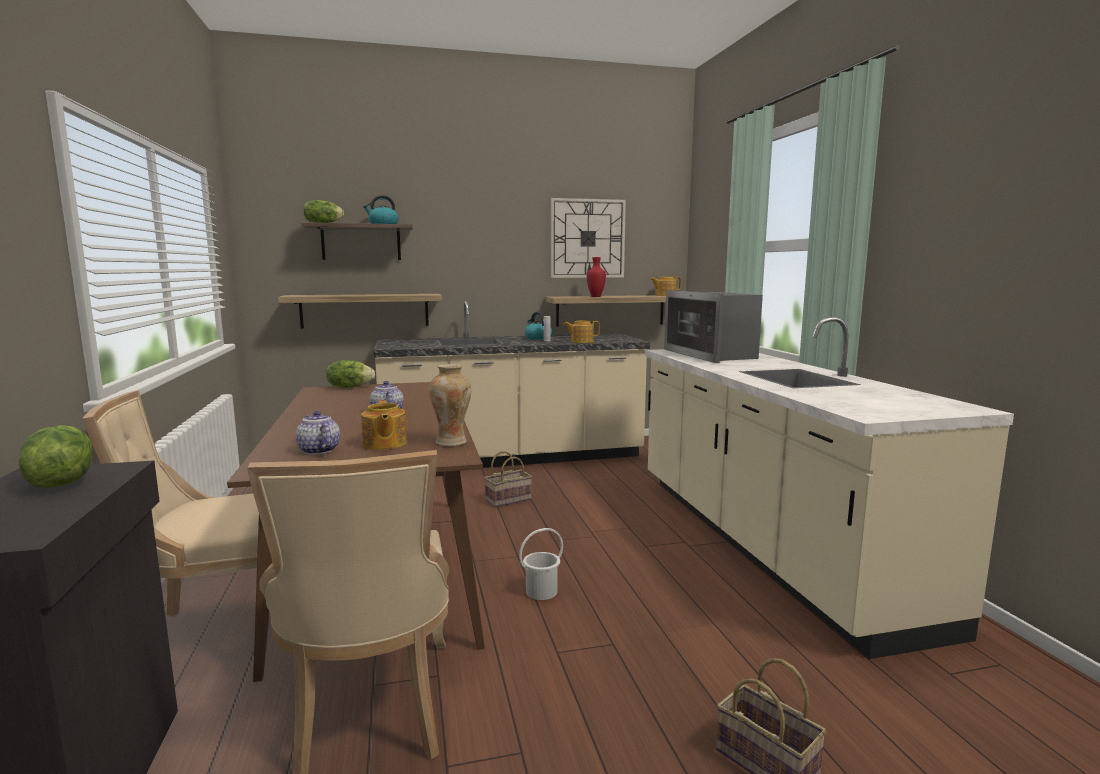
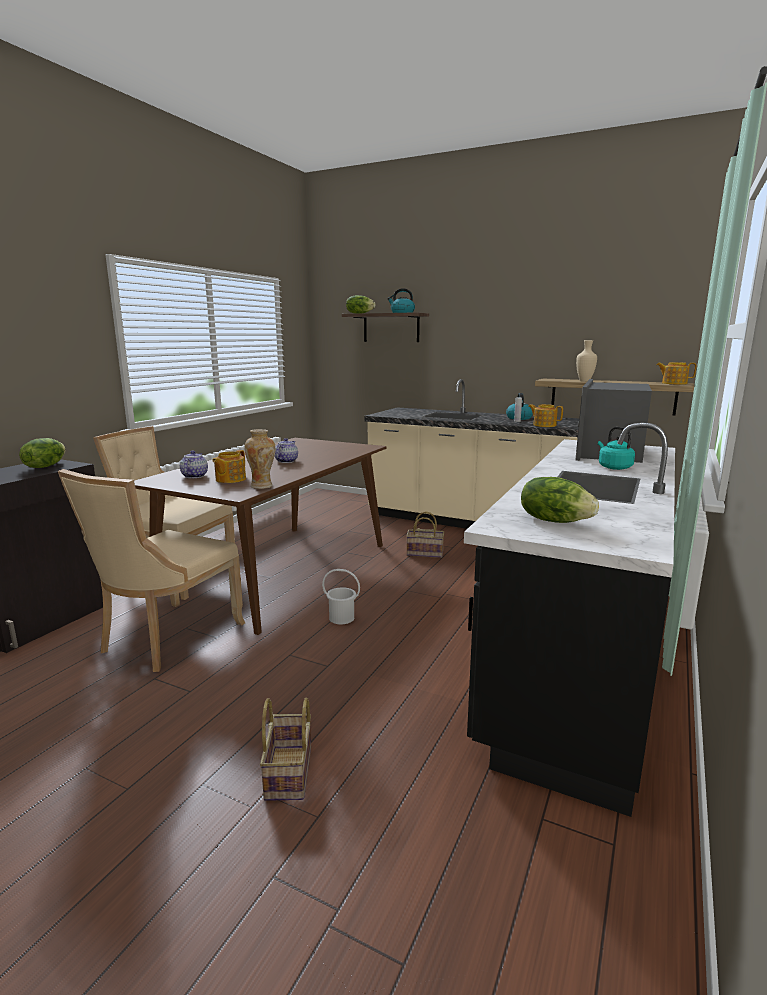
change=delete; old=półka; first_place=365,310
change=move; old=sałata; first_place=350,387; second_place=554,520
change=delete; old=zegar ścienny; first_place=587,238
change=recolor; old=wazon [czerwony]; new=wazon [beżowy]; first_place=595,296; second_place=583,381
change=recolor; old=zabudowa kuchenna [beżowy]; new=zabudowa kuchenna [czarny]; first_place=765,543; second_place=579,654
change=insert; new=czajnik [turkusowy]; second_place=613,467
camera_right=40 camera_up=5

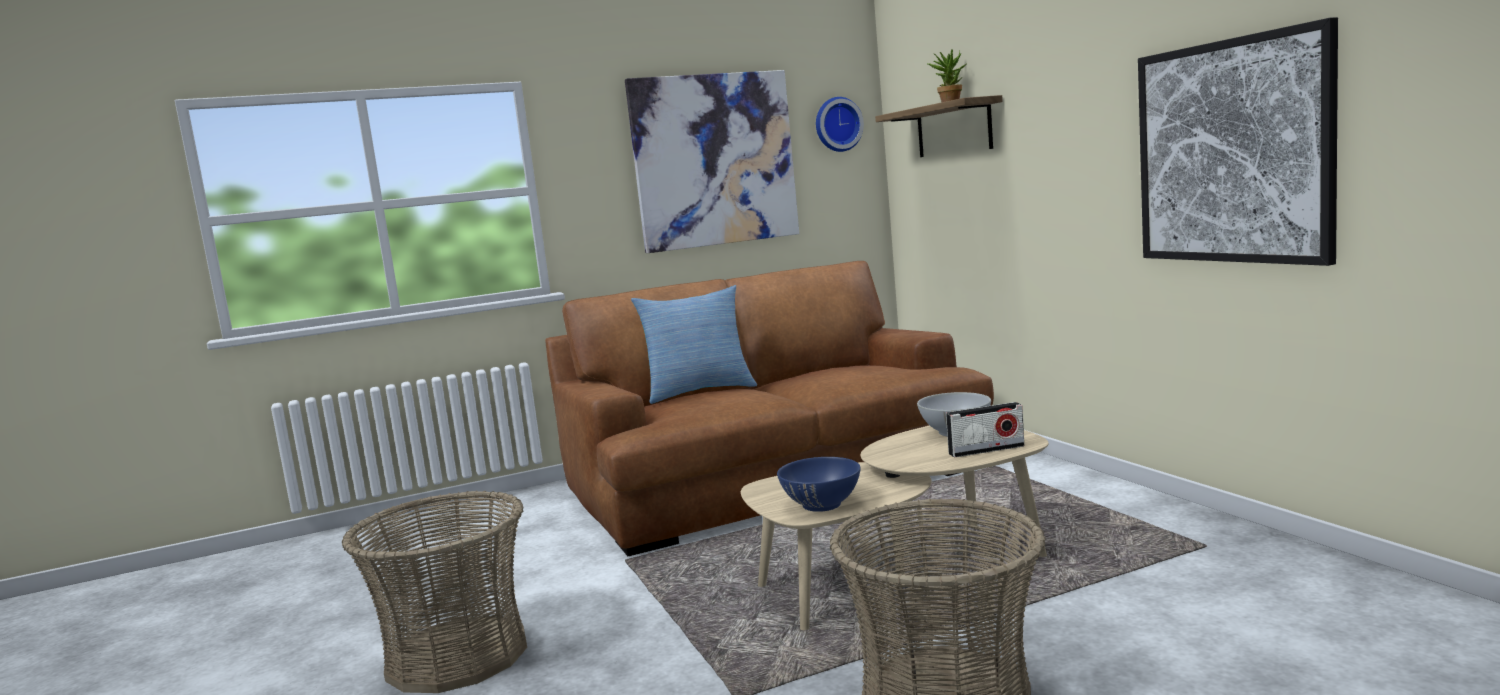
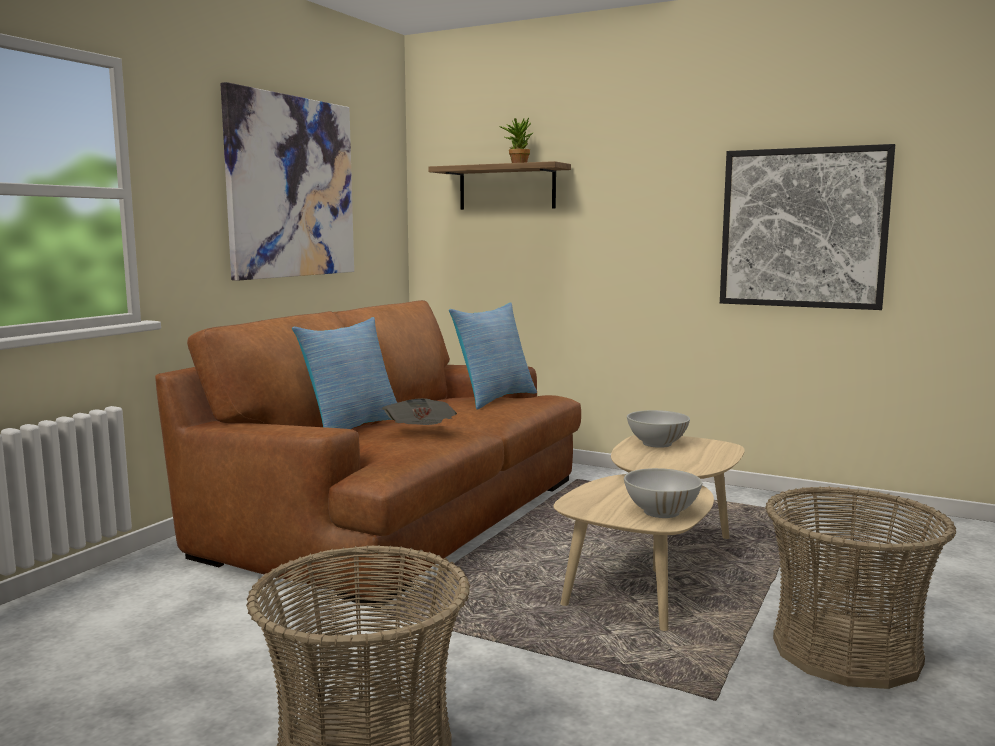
change=recolor; old=miska [niebieski]; new=miska [biały]; first_place=822,504; second_place=661,512
change=delete; old=zegar ścienny; first_place=837,124
change=delete; old=radio; first_place=986,450
change=insert; new=gazeta; second_place=421,433
change=insert; new=poduszka; second_place=493,399
camera_right=-40 camera_up=0

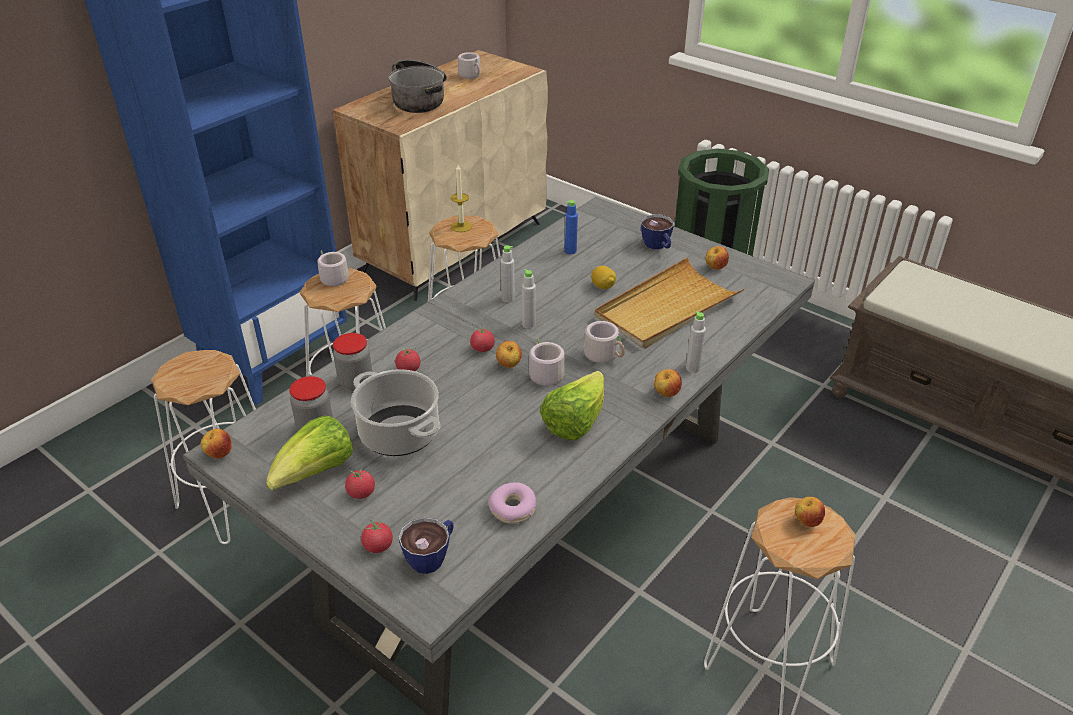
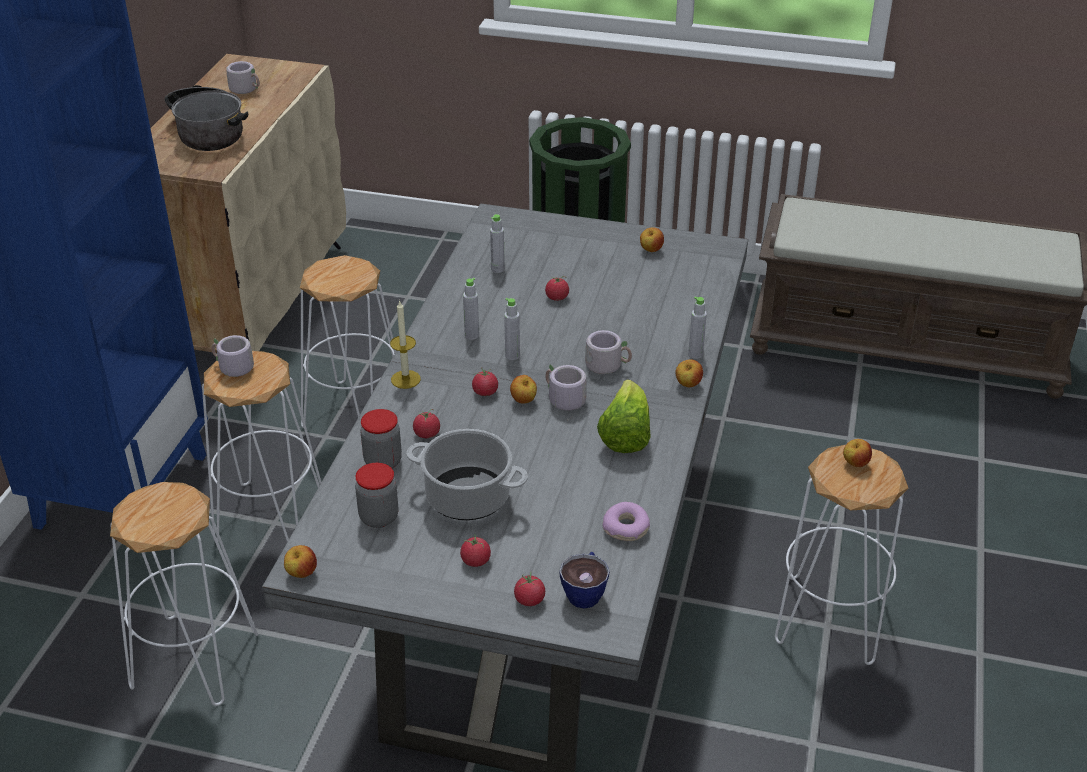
change=delete; old=sałata; first_place=316,473
change=move; old=świeca; first_place=461,226; second_place=405,379
change=recolor; old=butelka [niebieski]; new=butelka [szary]; first_place=570,251; second_place=497,269
change=replace; old=cytryna; new=pomidor; first_place=603,286; second_place=557,297
change=delete; old=taca [beżowy]; first_place=666,308
change=delete; old=filiżanka; first_place=658,246
camera_right=-25 camera_up=0

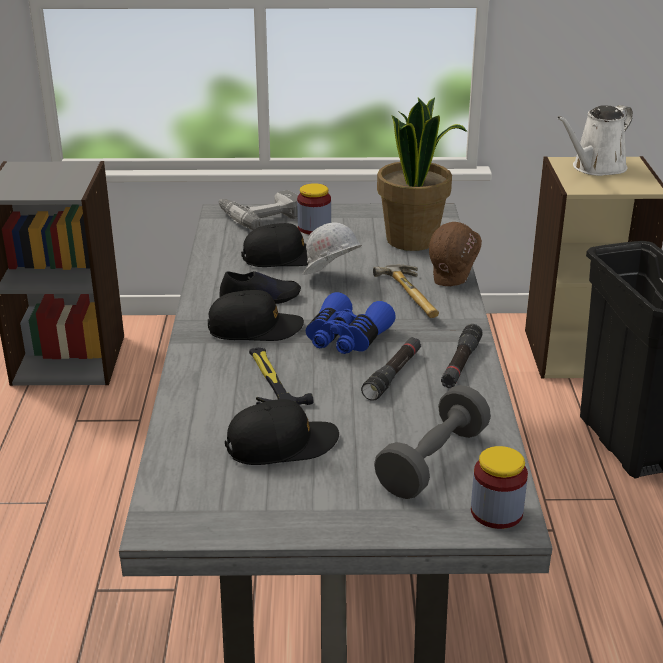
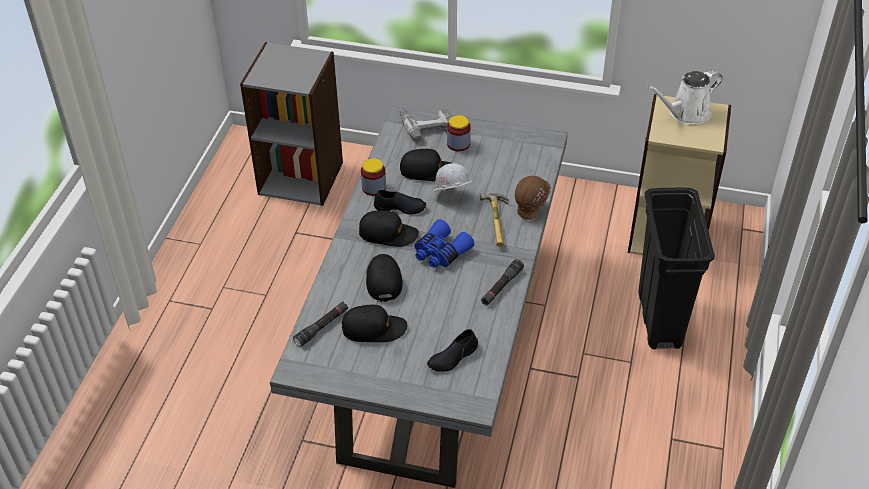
change=replace; old=młotek; new=czapka z daszkiem [czarny]; first_place=271,381; second_place=383,280
change=move; old=latarka [czarny]; first_place=393,375; second_place=322,327
change=replace; old=hantel [szary]; new=but [czarny]; first_place=432,461; second_place=453,357
change=delete; old=roślina doniczkowa; first_place=413,240
change=move; old=słoik; first_place=496,512; second_place=374,188
camera_right=15 camera_up=15

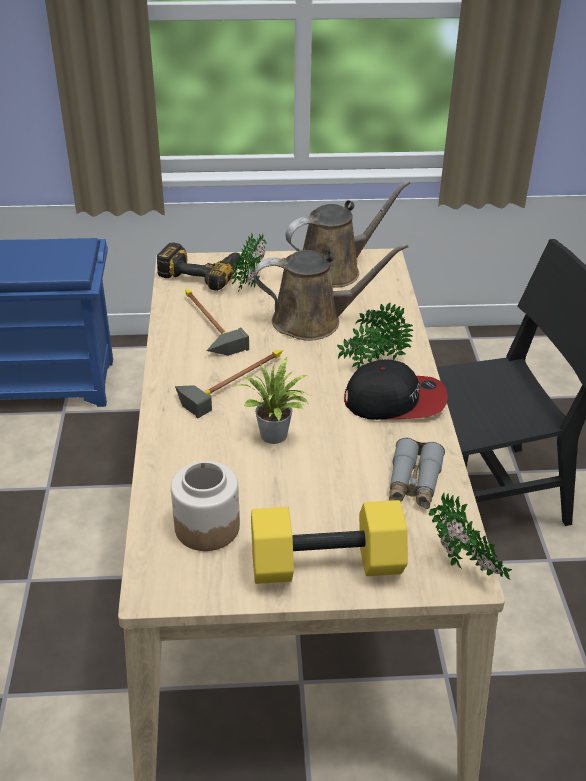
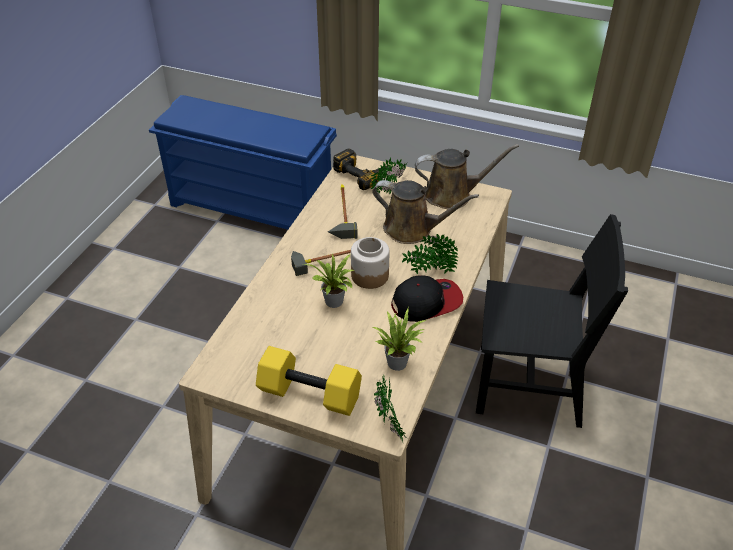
change=move; old=słoik; first_place=207,526; second_place=370,275
change=rotate; old=czapka z daszkiem; first_place=395,400; second_place=427,302; degrees=-45
change=replace; old=lornetka [szary]; new=roślina doniczkowa; first_place=414,483; second_place=398,361
camera_right=25 camera_up=5

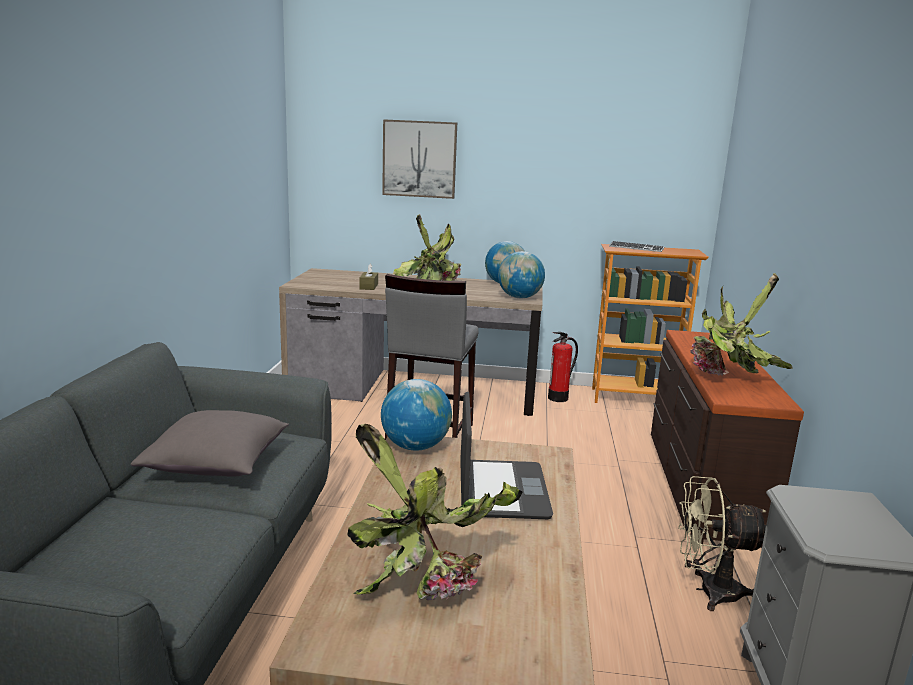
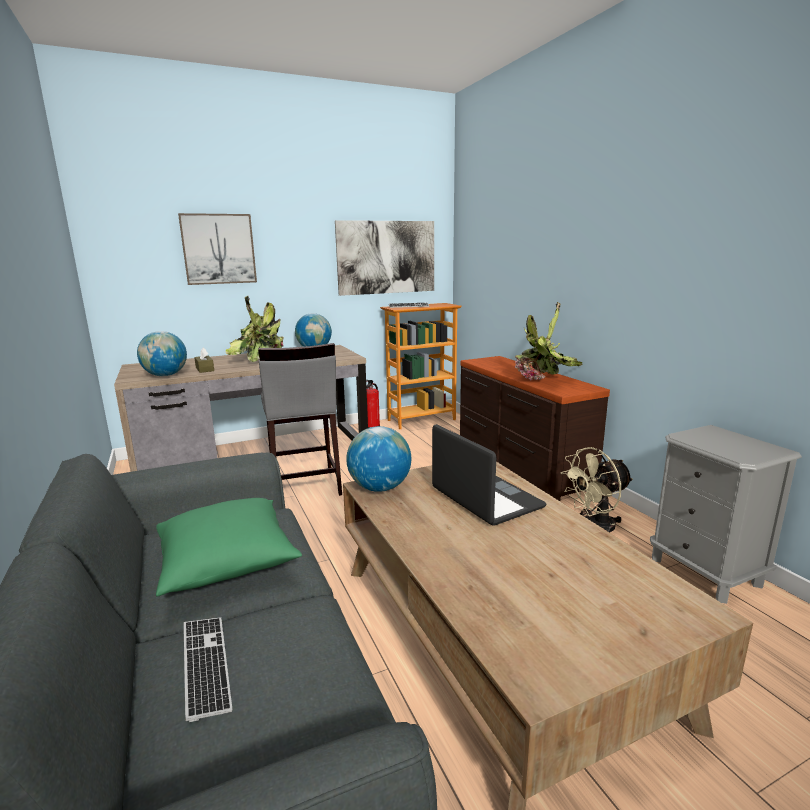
change=recolor; old=poduszka [szary]; new=poduszka [zielony]; first_place=218,465; second_place=228,564
change=delete; old=roślina doniczkowa; first_place=429,580
change=move; old=globus; first_place=519,297; second_place=165,375
change=insert; new=klawiatura; second_place=206,666
change=insert; new=obraz; second_place=386,257
camera_right=-30 camera_up=0

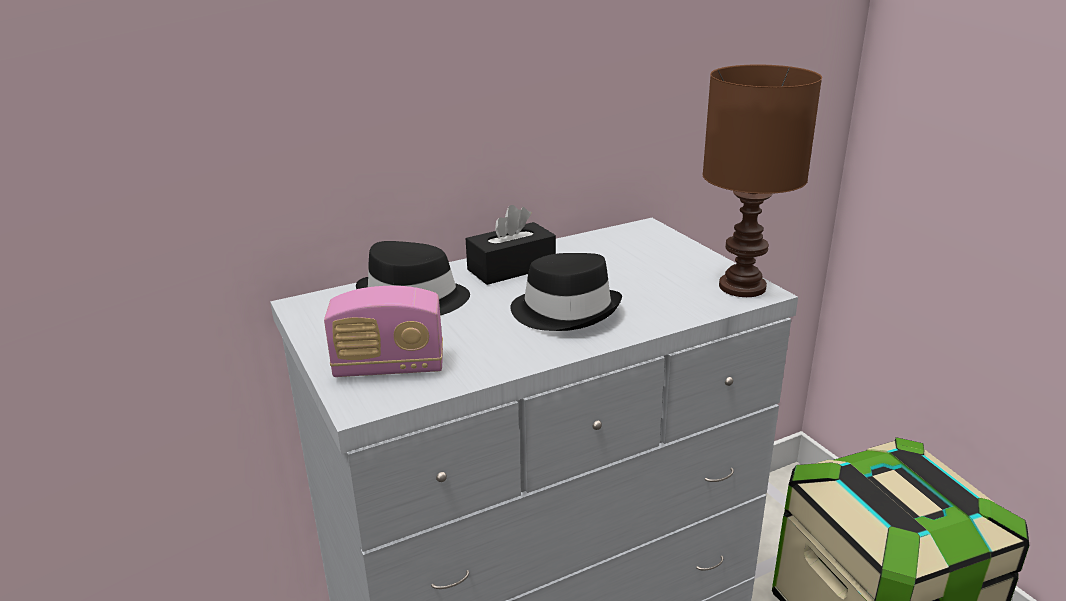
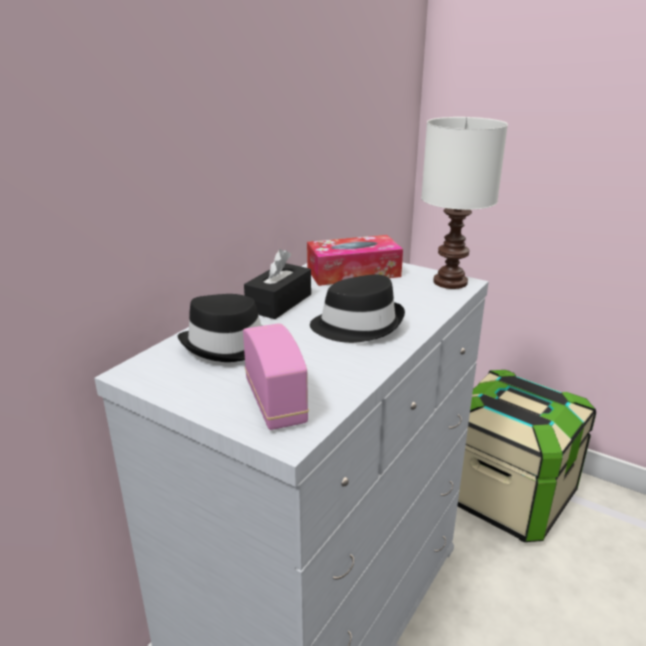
change=rotate; old=radio; first_place=389,367; second_place=275,402; degrees=-75
change=recolor; old=lampa stołowa [brązowy]; new=lampa stołowa [biały]; first_place=744,286; second_place=451,281
change=insert; new=pudełko chusteczek; second_place=353,273
camera_right=-30 camera_up=0

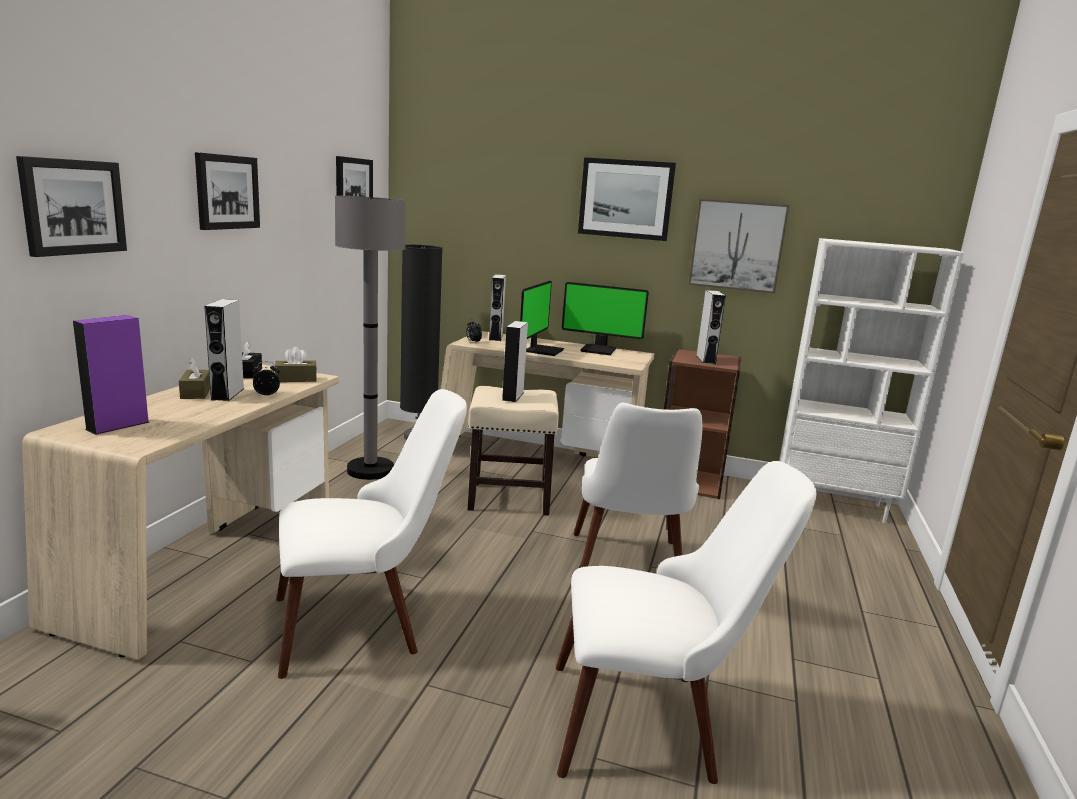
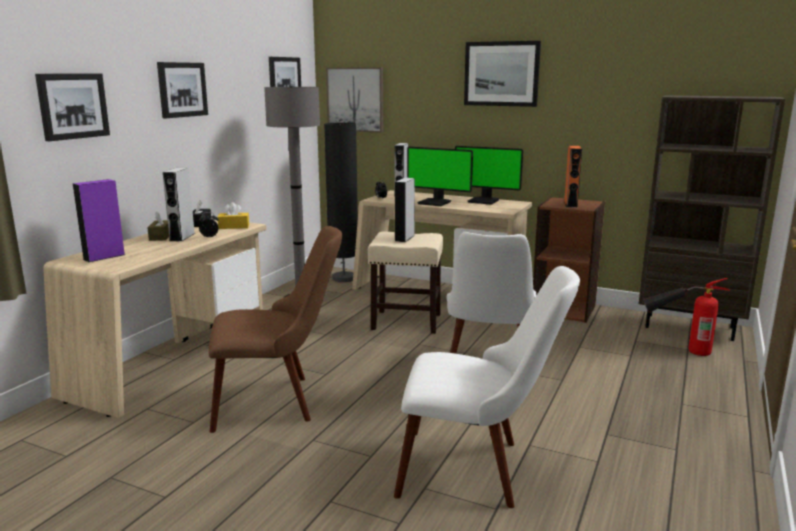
change=recolor; old=pudełko chusteczek [brązowy]; new=pudełko chusteczek [żółty]; first_place=296,379; second_place=234,226
change=recolor; old=krzesło [biały]; new=krzesło [brązowy]; first_place=367,621; second_place=278,400
change=rotate; old=monitor; first_place=542,350; second_place=435,202; degrees=90
change=move; old=obraz; first_place=737,245; second_place=355,99
change=recolor; old=głośnik [szary]; new=głośnik [pomarańczowy]; first_place=705,360; second_place=570,204
change=recolor; old=regał [biały]; new=regał [brązowy]; first_place=833,505; second_place=690,327
change=insert; new=gaśnica; second_place=678,349
camera_right=10 camera_up=0

